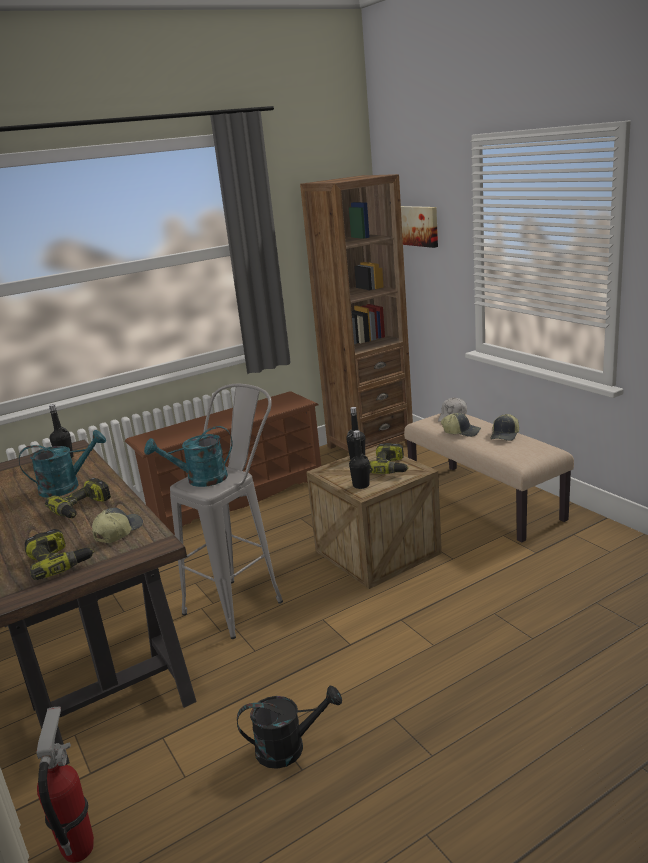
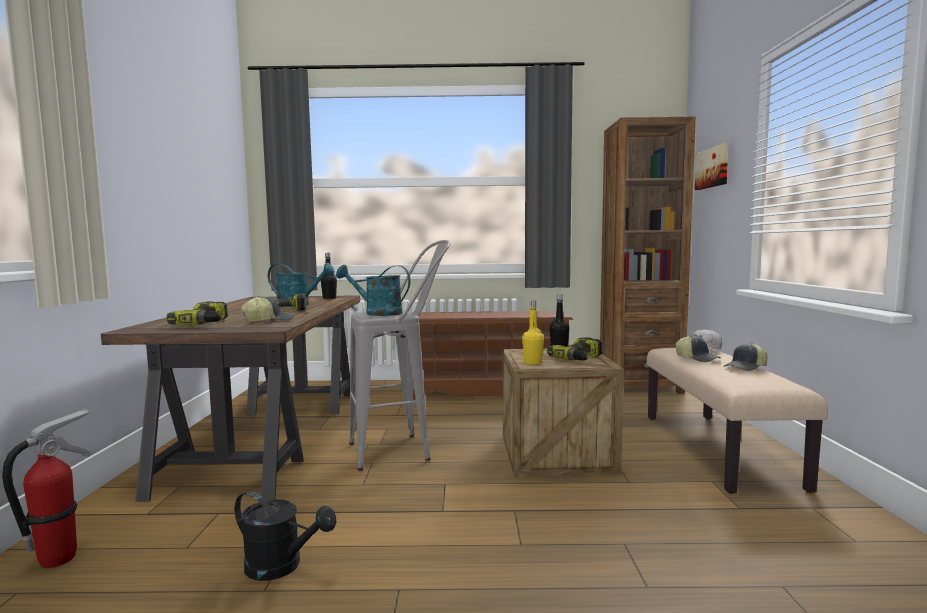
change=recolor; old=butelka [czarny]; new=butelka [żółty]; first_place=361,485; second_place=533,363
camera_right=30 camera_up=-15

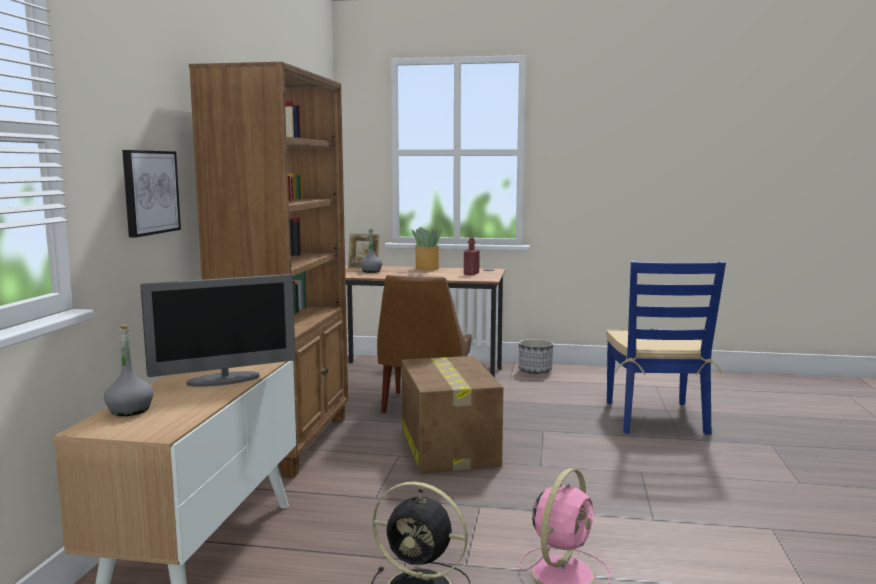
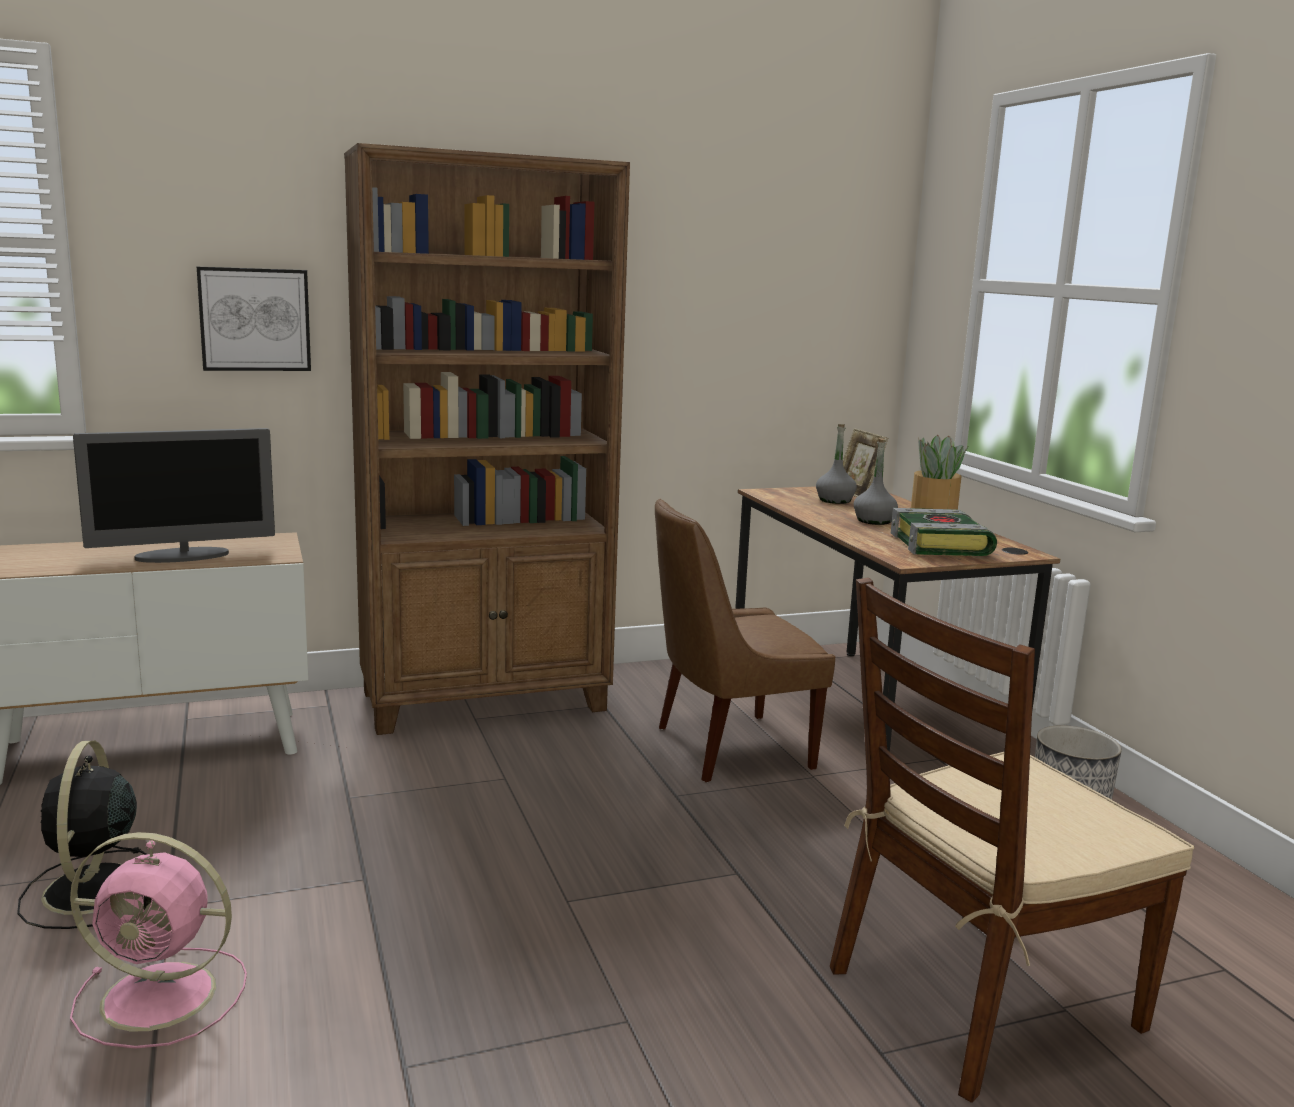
change=move; old=butelka [szary]; first_place=130,410; second_place=874,521
change=rotate; old=monitor; first_place=224,380; second_place=183,556; degrees=-60
change=delete; old=karton; first_place=448,446
change=replace; old=butelka [czerwony]; new=książka; first_place=471,274; second_place=941,546
change=recolor; old=krzesło [niebieski]; new=krzesło [brązowy]; first_place=656,418; second_place=981,999
camera_right=60 camera_up=5

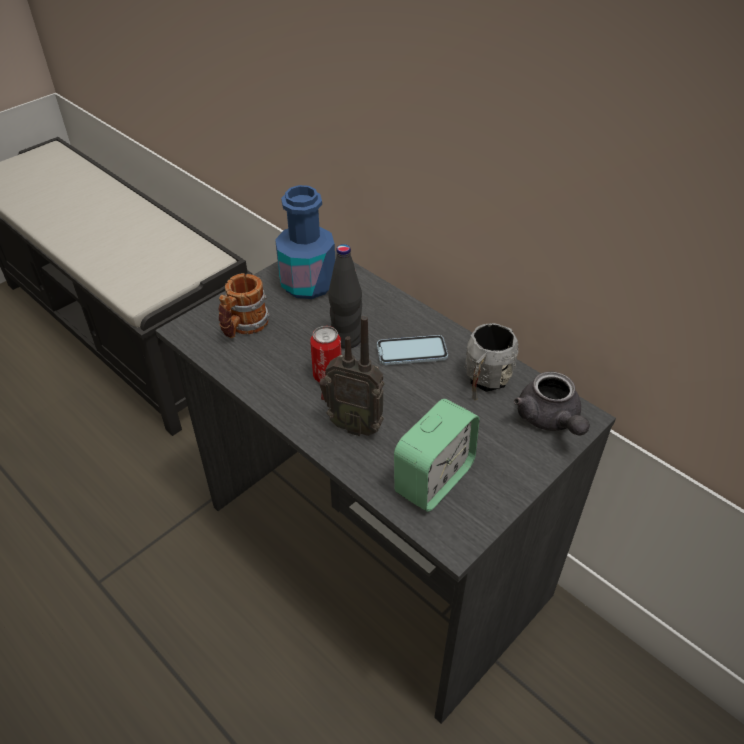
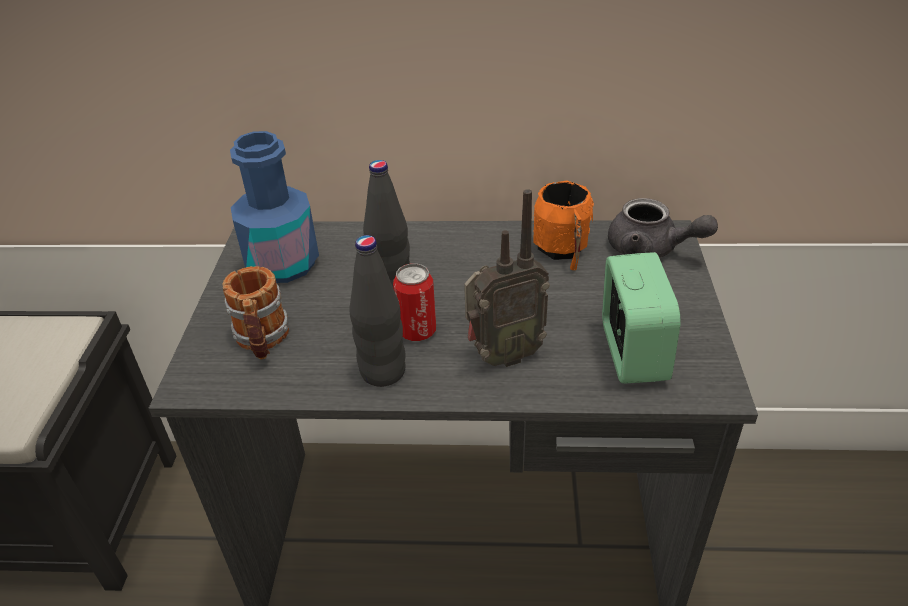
change=delete; old=telefon; first_place=412,352
change=recolor; old=kubek [szary]; new=kubek [pomarańczowy]; first_place=484,382; second_place=563,252
change=insert; new=butelka [czarny]; second_place=383,372
camera_right=-40 camera_up=-5

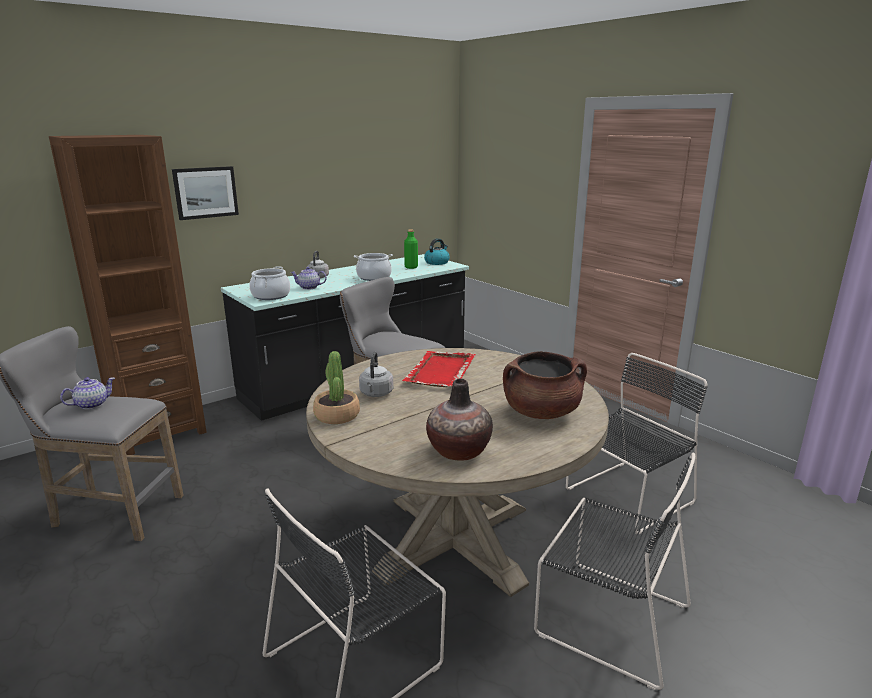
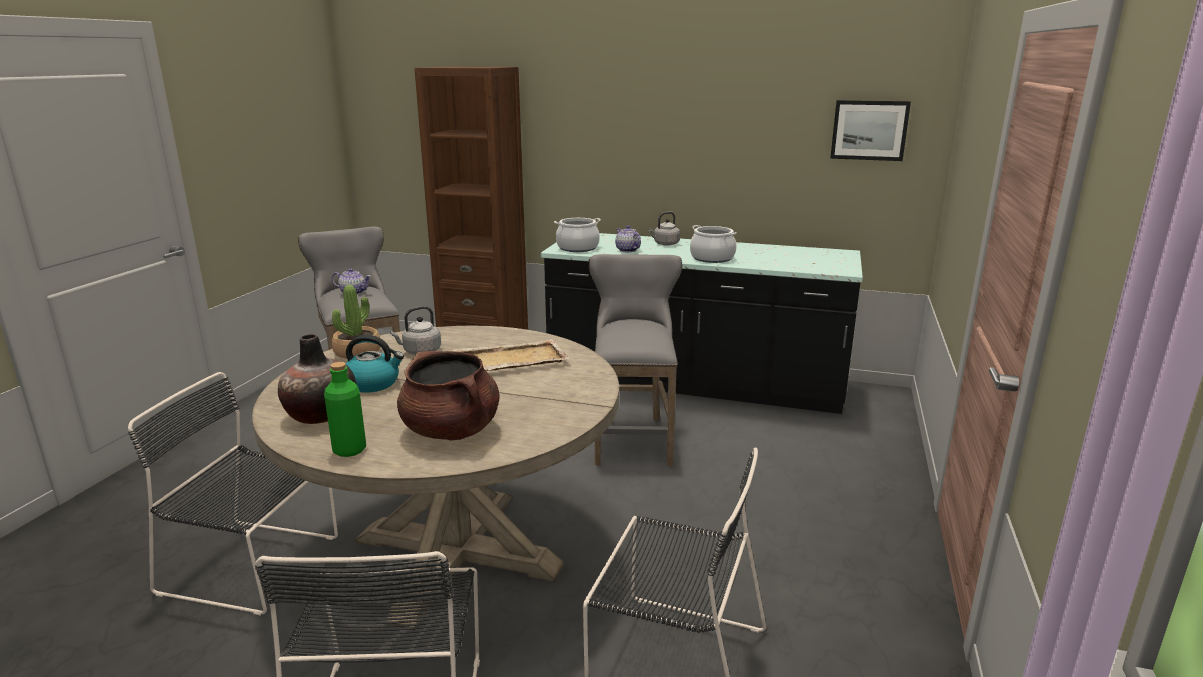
change=move; old=obraz; first_place=205,192; second_place=869,130
change=recolor; old=taca [czerwony]; new=taca [beżowy]; first_place=440,372; second_place=508,360
change=move; old=butelka [zielony]; first_place=411,267; second_place=349,450
change=move; old=czajnik; first_place=437,262; second_place=373,383
camera_right=55 camera_up=0

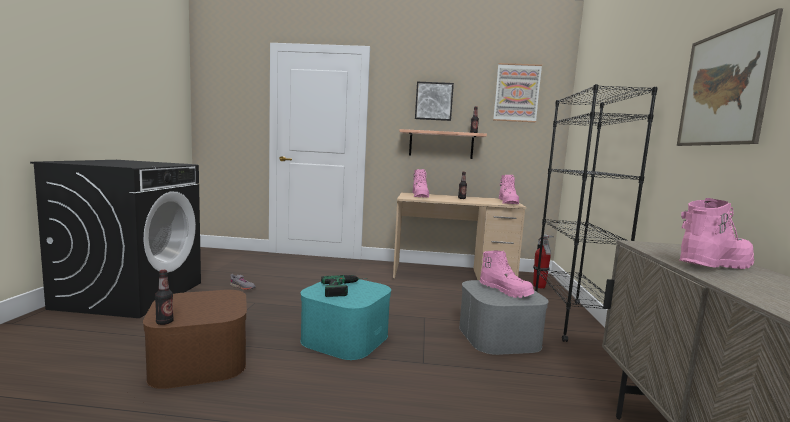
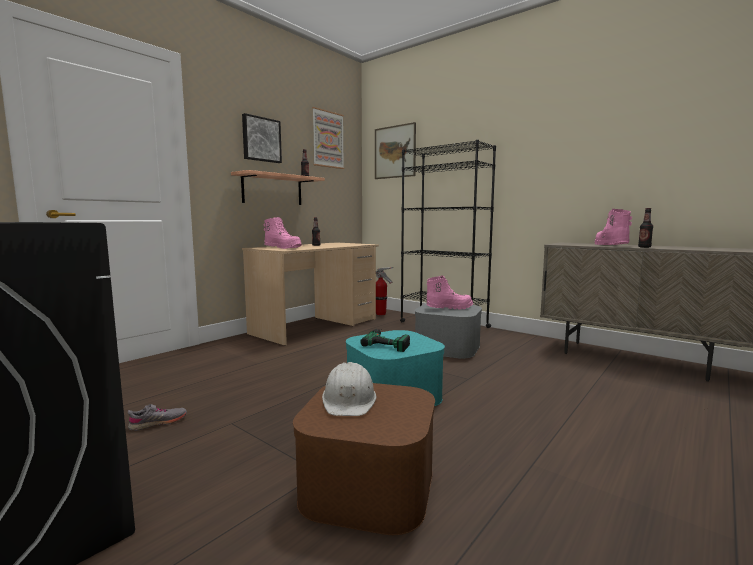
change=move; old=butelka; first_place=164,322; second_place=644,247
change=delete; old=but z cholewką [różowy]; first_place=508,202
change=move; old=obraz; first_place=723,88; second_place=395,152
change=insert; new=kask [biały]; second_place=349,399
camera_right=-55 camera_up=0

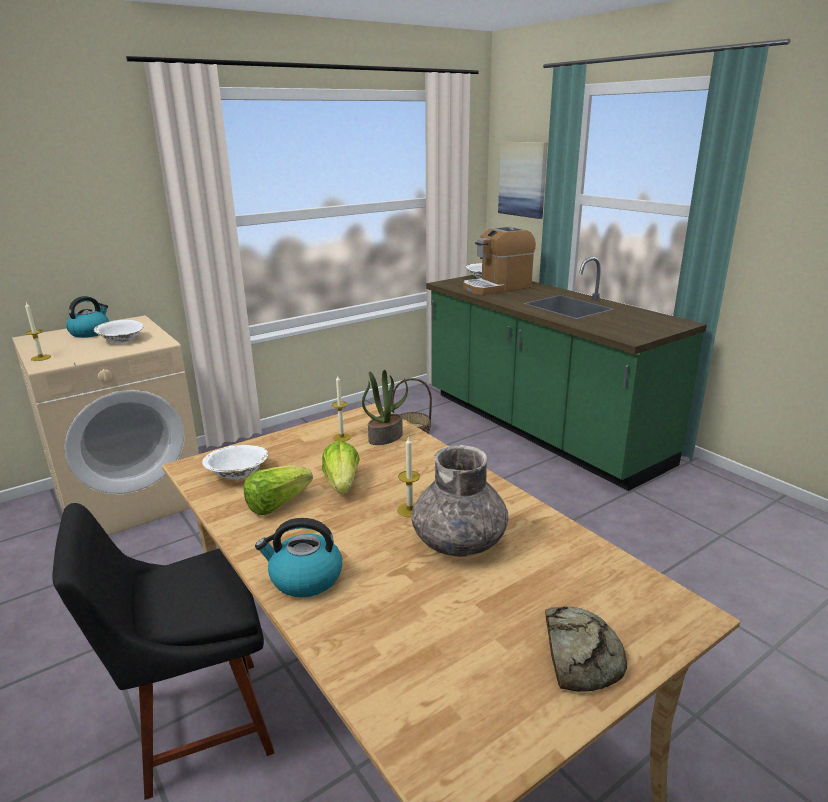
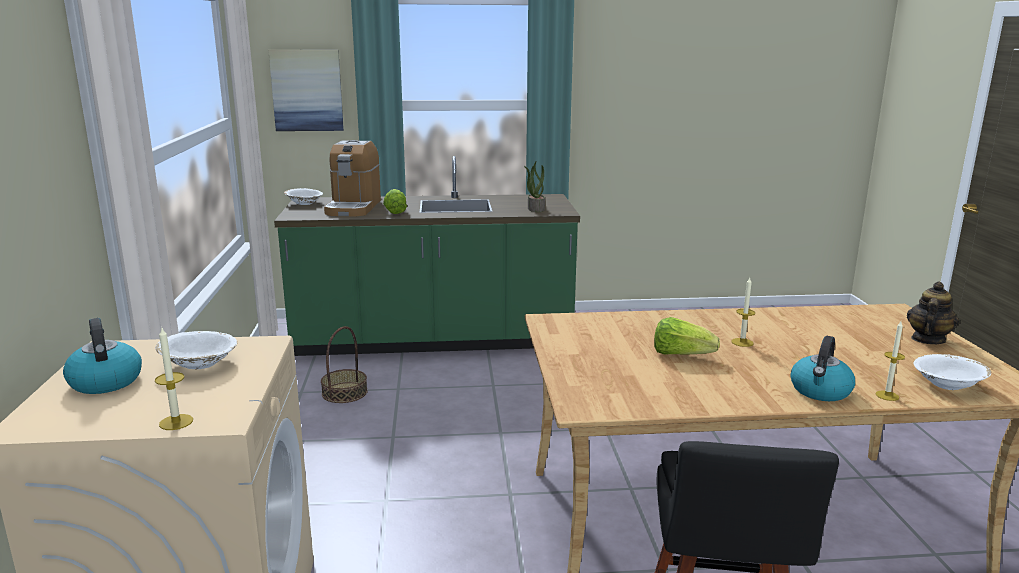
change=move; old=miska [biały]; first_place=238,474; second_place=947,385
change=move; old=sałata; first_place=277,504; second_place=395,211
change=move; old=świeca; first_place=341,437; second_place=887,395
change=move; old=roślina doniczkowa; first_place=385,437; second_place=535,209
change=delete; old=wazon [szary]; first_place=459,541
change=replace; old=chleb; new=imbryk; first_place=579,654; second_place=927,340
camera_right=-60 camera_up=-5

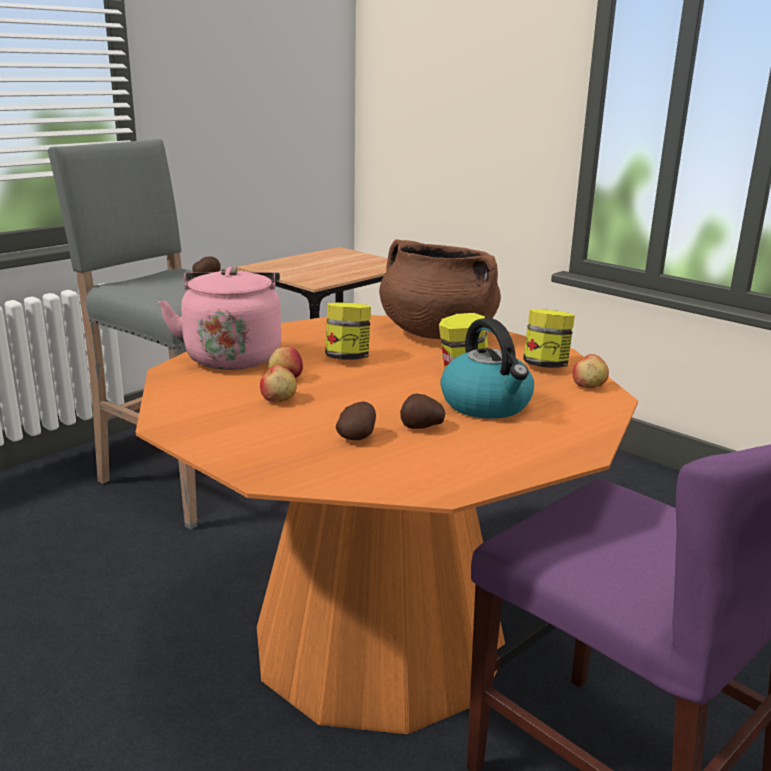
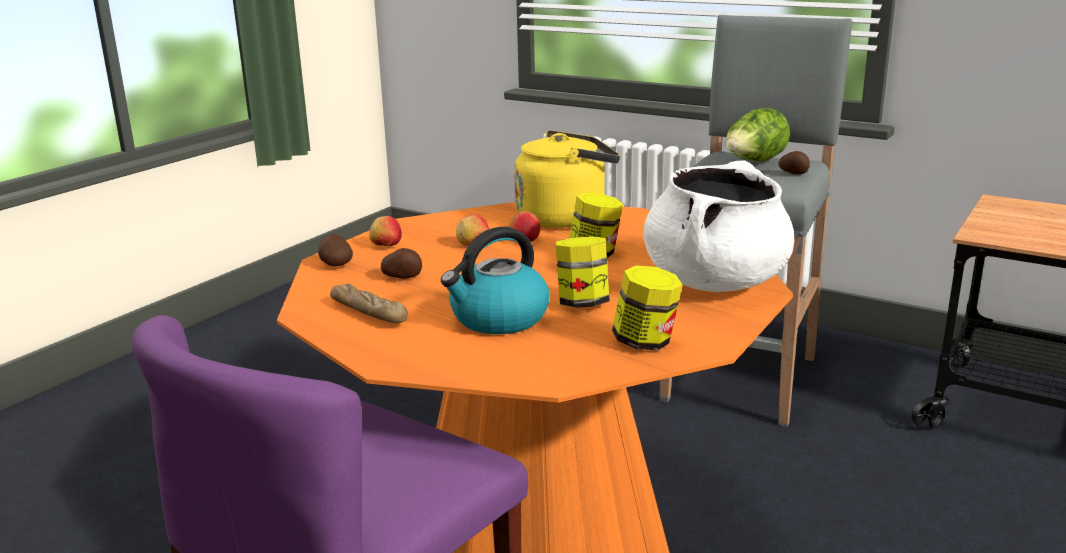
change=recolor; old=czajnik [różowy]; new=czajnik [żółty]; first_place=232,356; second_place=566,218
change=recolor; old=garnek [brązowy]; new=garnek [biały]; first_place=436,333; second_place=715,282
change=move; old=ziemniak; first_place=421,427; second_place=335,265
change=move; old=jabłko; first_place=589,386; second_place=386,245
change=insert; new=chleb; second_place=368,313
change=insert; new=sałata; second_place=754,162
camera_right=80 camera_up=0

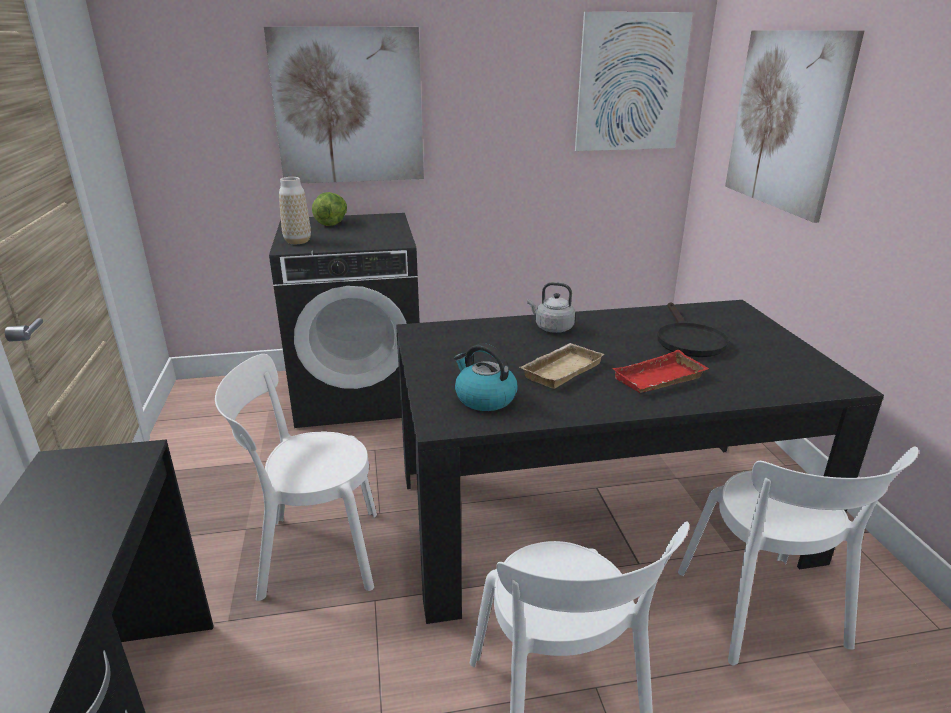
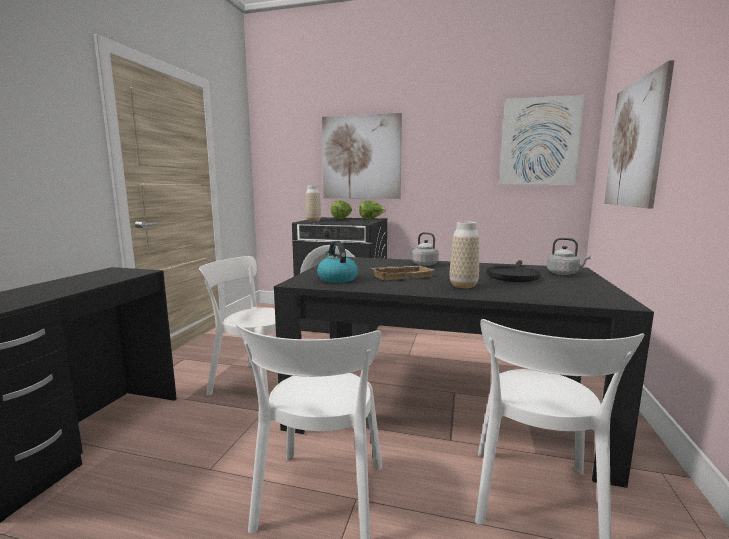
change=replace; old=taca [czerwony]; new=wazon; first_place=659,380; second_place=463,285
change=insert; new=sałata; second_place=371,219
change=insert; new=czajnik [szary]; second_place=564,273
camera_right=25 camera_up=-15

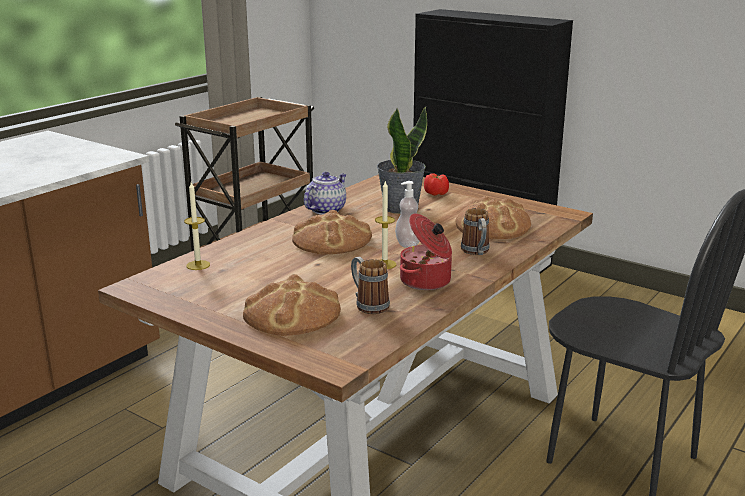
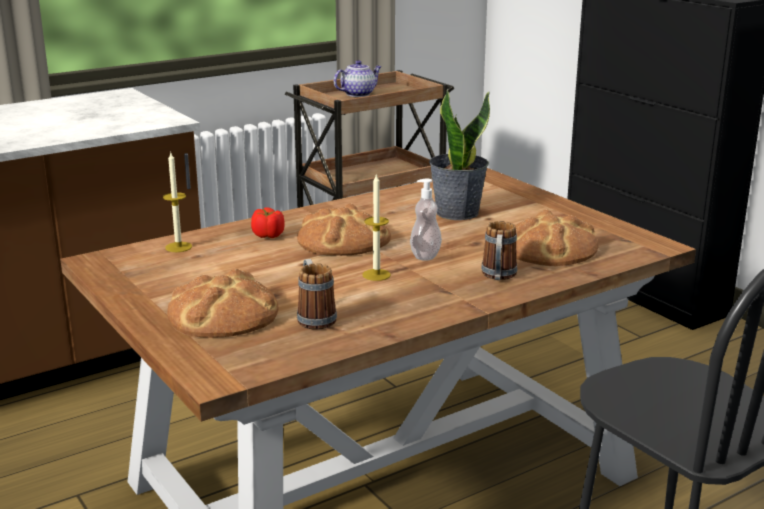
change=move; old=imbryk; first_place=326,210; second_place=358,94
change=delete; old=garnek; first_place=426,281
change=move; old=pomidor; first_place=436,193; second_place=268,235
camera_right=20 camera_up=0

